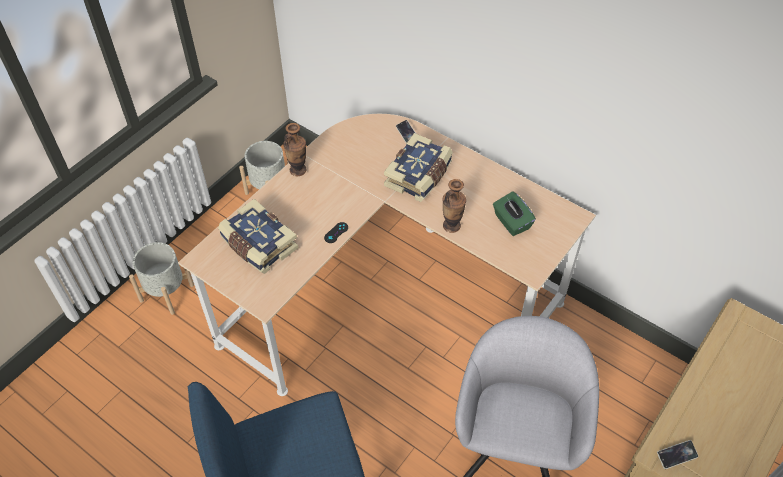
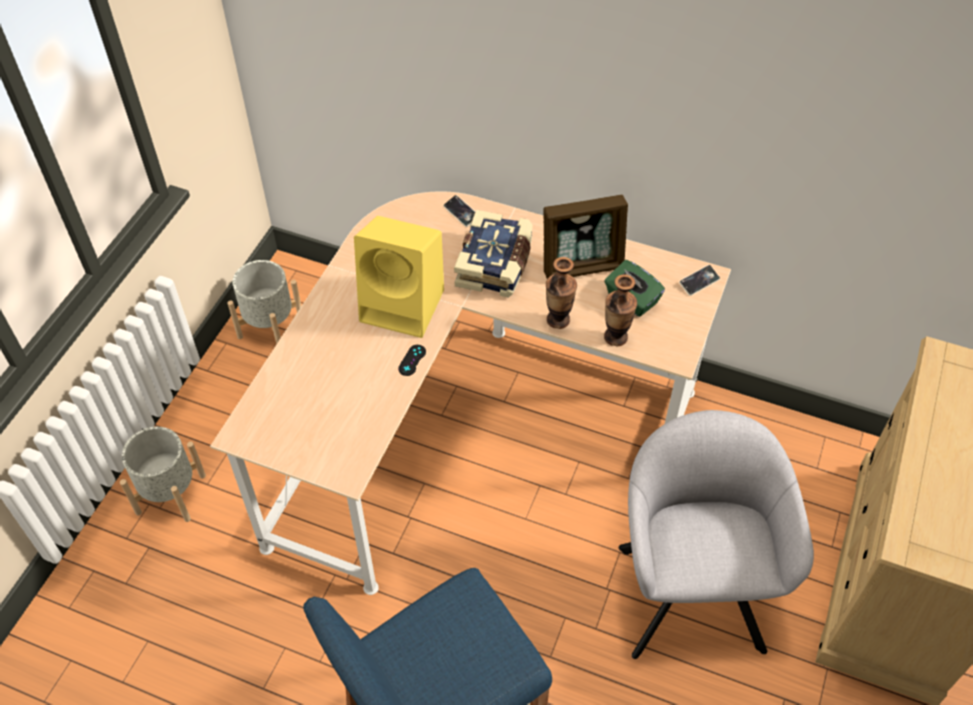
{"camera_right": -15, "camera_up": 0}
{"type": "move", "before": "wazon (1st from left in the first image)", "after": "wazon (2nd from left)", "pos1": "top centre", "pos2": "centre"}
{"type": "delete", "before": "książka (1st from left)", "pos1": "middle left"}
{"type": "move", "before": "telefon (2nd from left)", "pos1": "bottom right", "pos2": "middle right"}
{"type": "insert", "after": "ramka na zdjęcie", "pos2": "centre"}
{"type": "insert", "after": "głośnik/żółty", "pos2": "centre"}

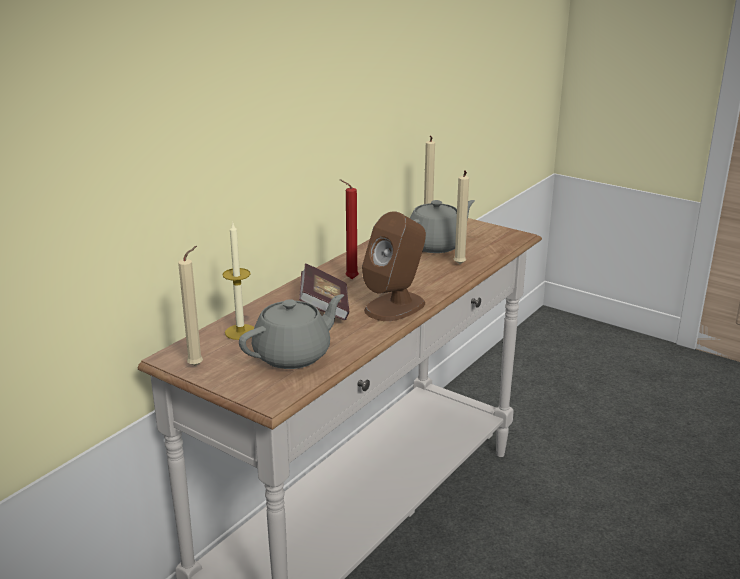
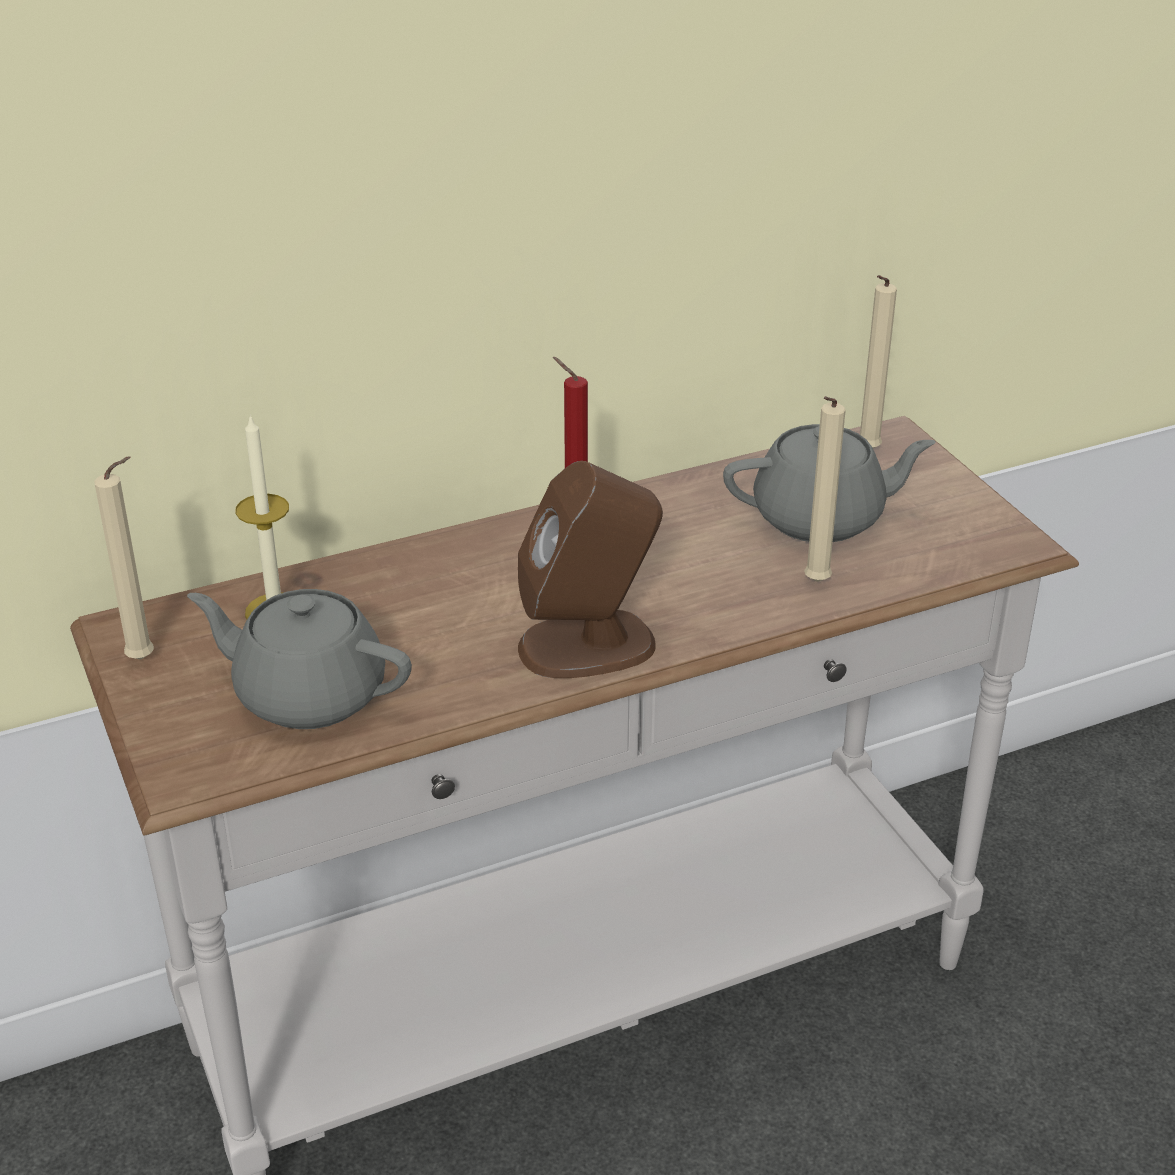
{"camera_right": 30, "camera_up": 10}
{"type": "delete", "before": "książka", "pos1": "centre"}
{"type": "rotate", "before": "imbryk/szary (1st from left)", "pos1": "centre", "pos2": "middle left", "turn": -150}

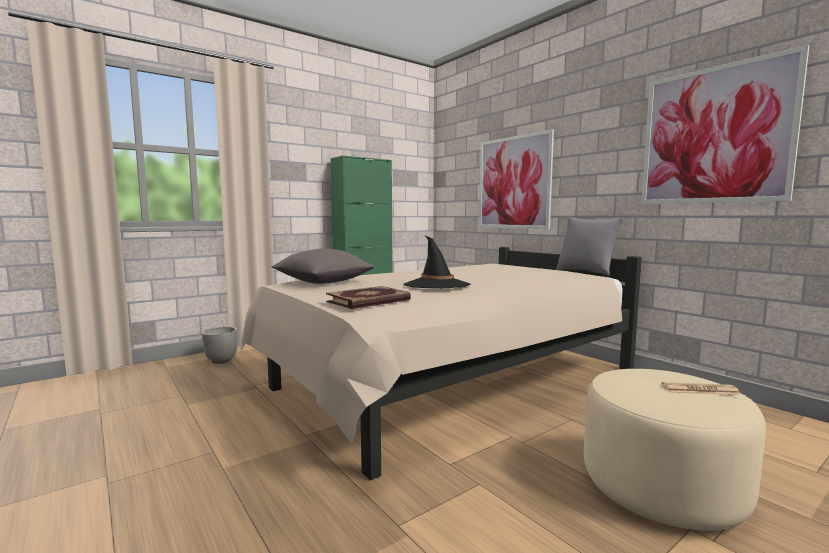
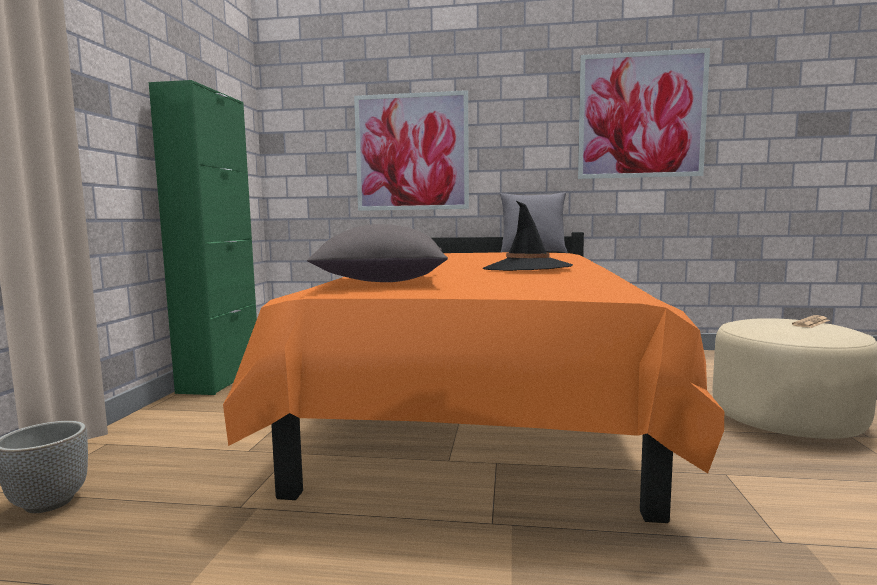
{"camera_right": -45, "camera_up": 0}
{"type": "recolor", "before": "łóżko/beżowy", "after": "łóżko/pomarańczowy", "pos1": "centre", "pos2": "centre"}
{"type": "delete", "before": "książka", "pos1": "centre"}

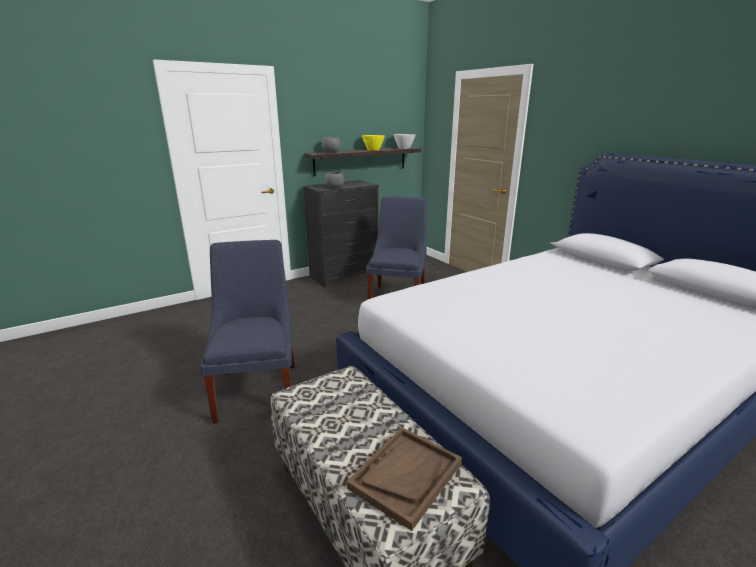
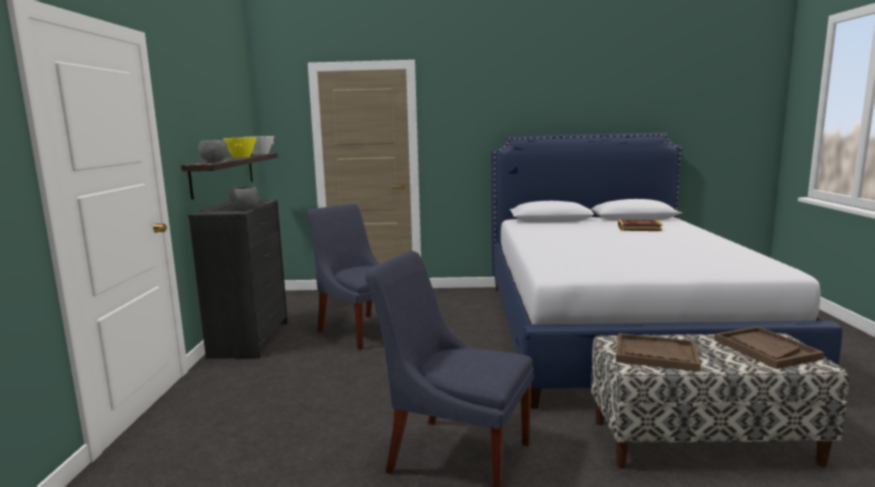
{"camera_right": -55, "camera_up": -10}
{"type": "insert", "after": "książka", "pos2": "middle right"}
{"type": "insert", "after": "taca/brązowy (1st from left)", "pos2": "bottom right"}

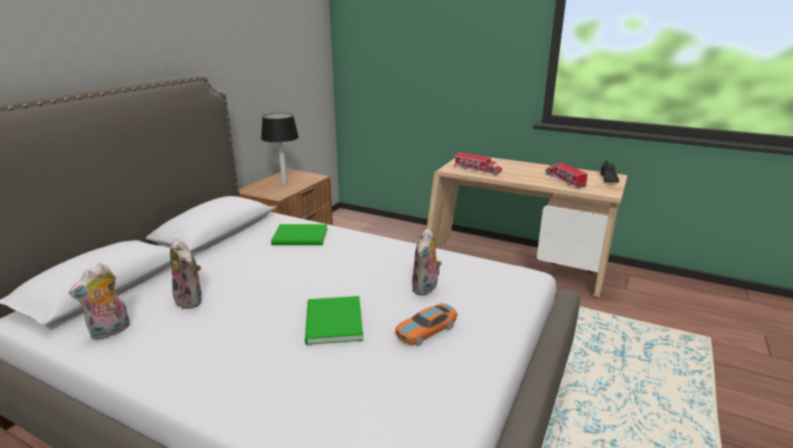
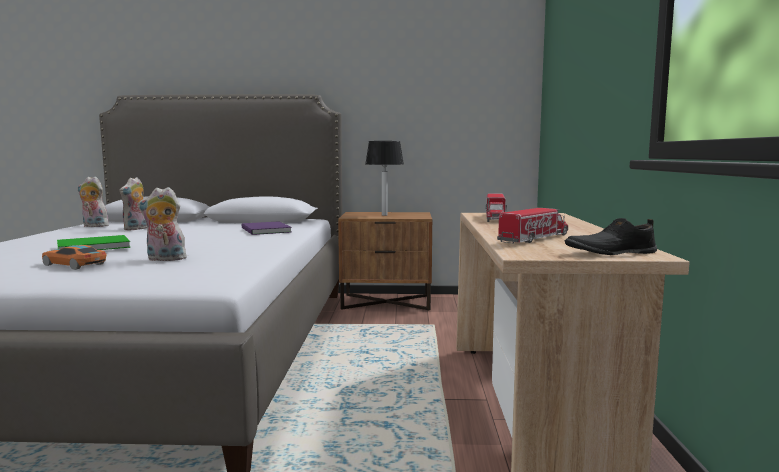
{"camera_right": 65, "camera_up": -15}
{"type": "recolor", "before": "książka/zielony (1st from left)", "after": "książka/fioletowy", "pos1": "centre", "pos2": "centre"}

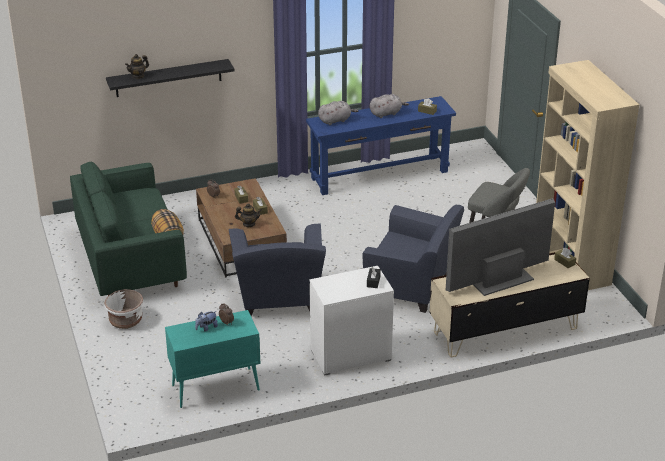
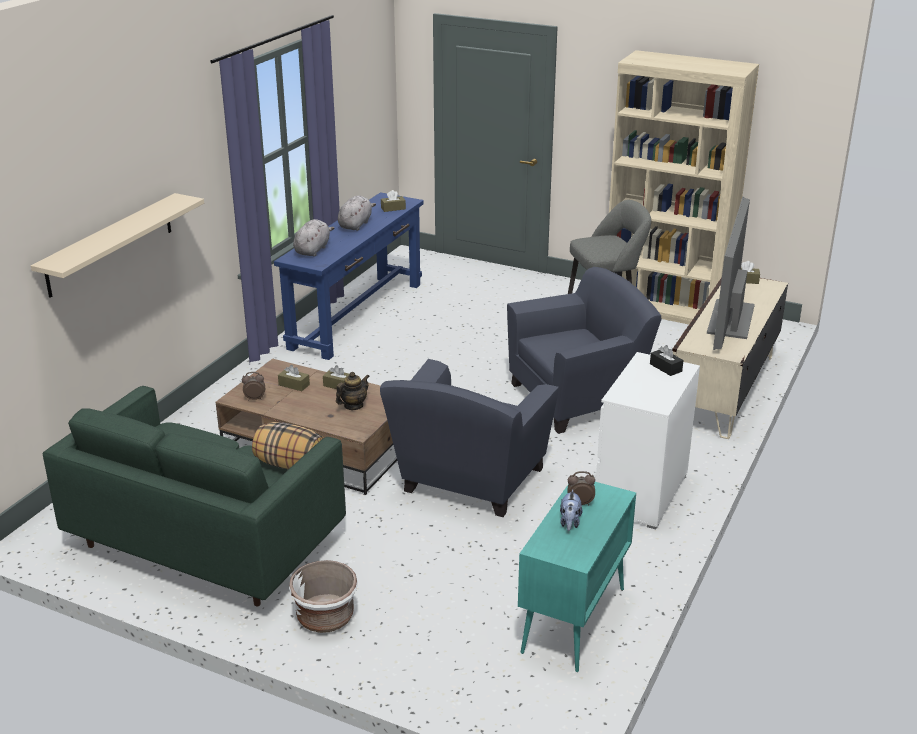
{"camera_right": -45, "camera_up": -5}
{"type": "delete", "before": "imbryk (1st from left)", "pos1": "top left"}
{"type": "recolor", "before": "półka/czarny", "after": "półka/beżowy", "pos1": "top left", "pos2": "middle left"}
{"type": "rotate", "before": "fotel/niebieski (1st from left)", "pos1": "centre", "pos2": "centre", "turn": 75}

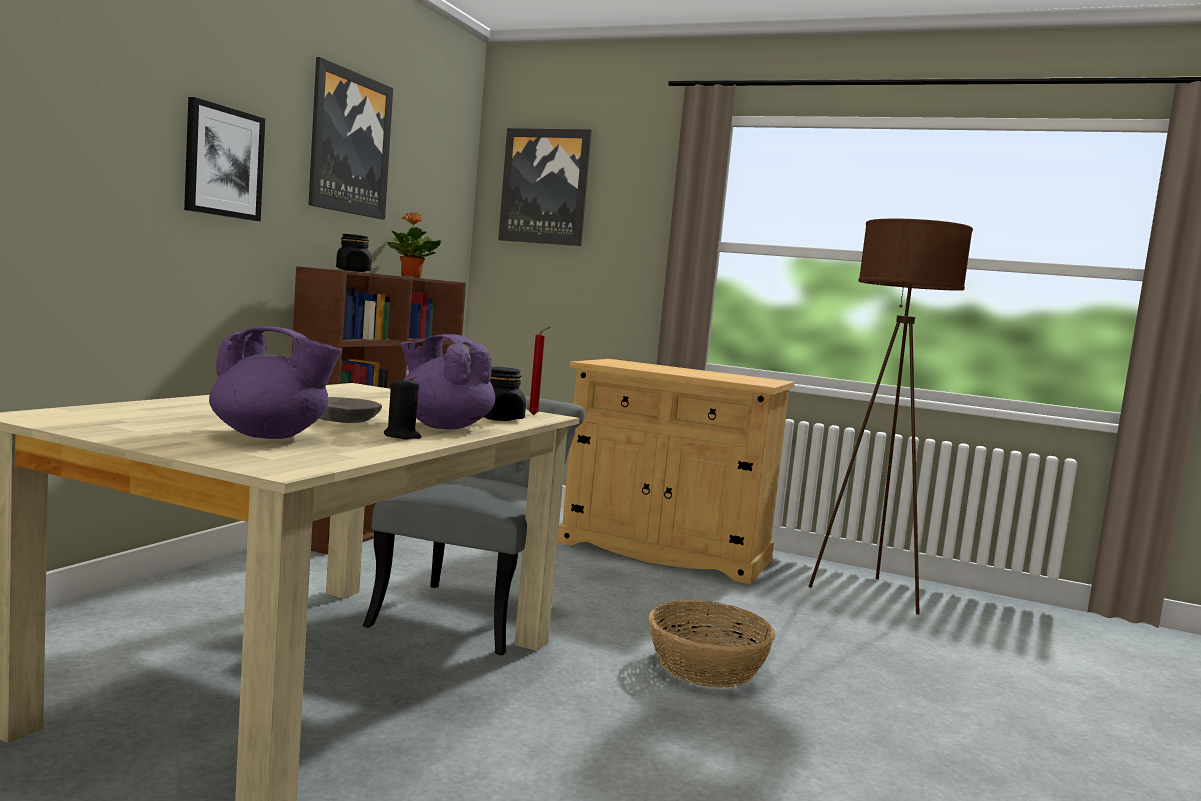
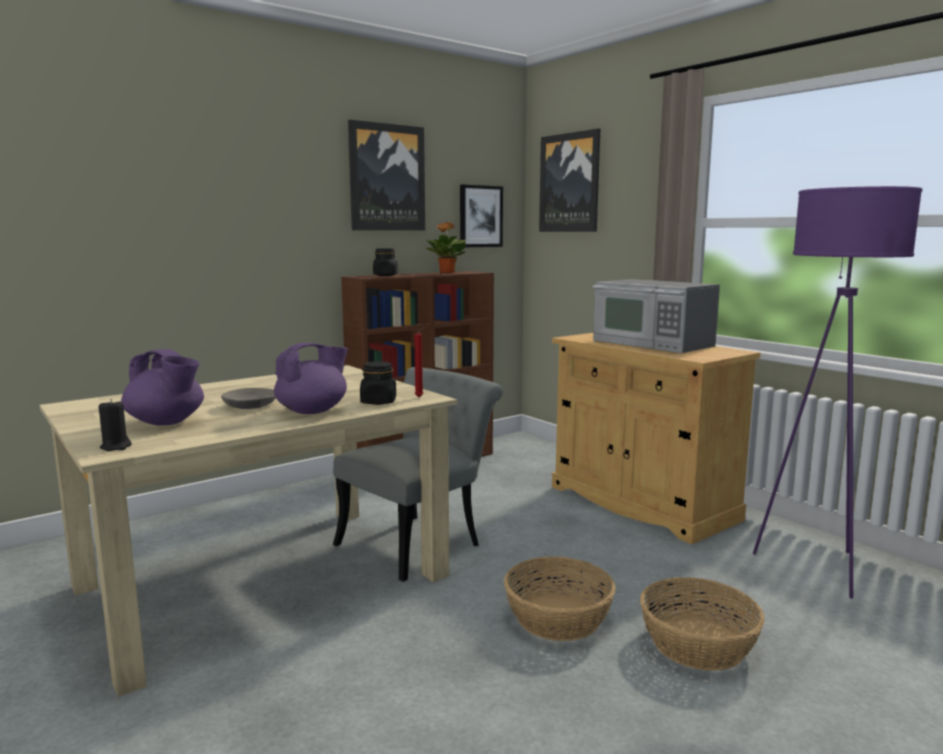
{"camera_right": 30, "camera_up": 5}
{"type": "move", "before": "obraz (1st from left in the first image)", "after": "obraz (2nd from left)", "pos1": "top left", "pos2": "top centre"}
{"type": "recolor", "before": "lampa stojąca/brązowy", "after": "lampa stojąca/fioletowy", "pos1": "middle right", "pos2": "middle right"}
{"type": "rotate", "before": "imbryk/fioletowy (2nd from left)", "pos1": "centre", "pos2": "middle left", "turn": 75}
{"type": "move", "before": "świeca/czarny", "pos1": "centre", "pos2": "middle left"}
{"type": "insert", "after": "mikrofalówka", "pos2": "middle right"}
{"type": "insert", "after": "koszyk (2nd from left)", "pos2": "bottom right"}

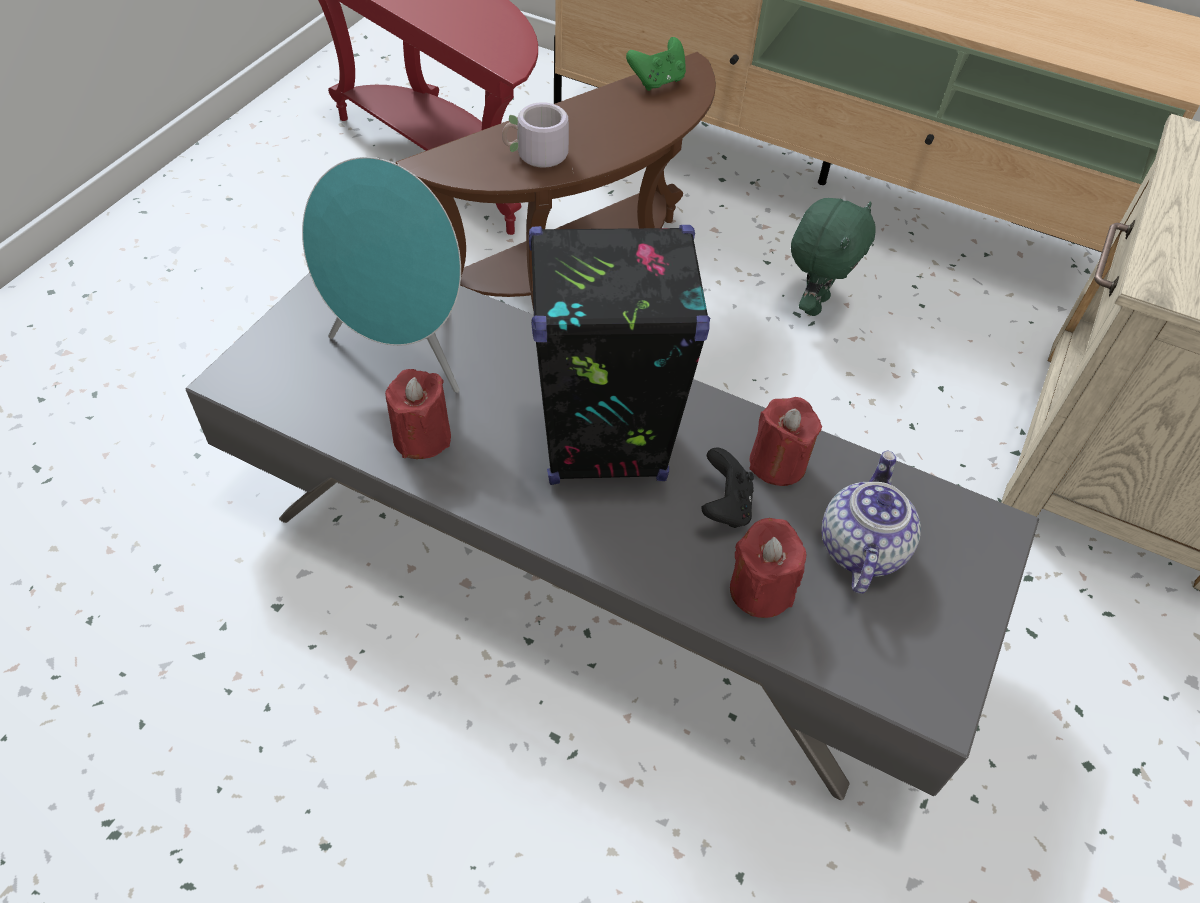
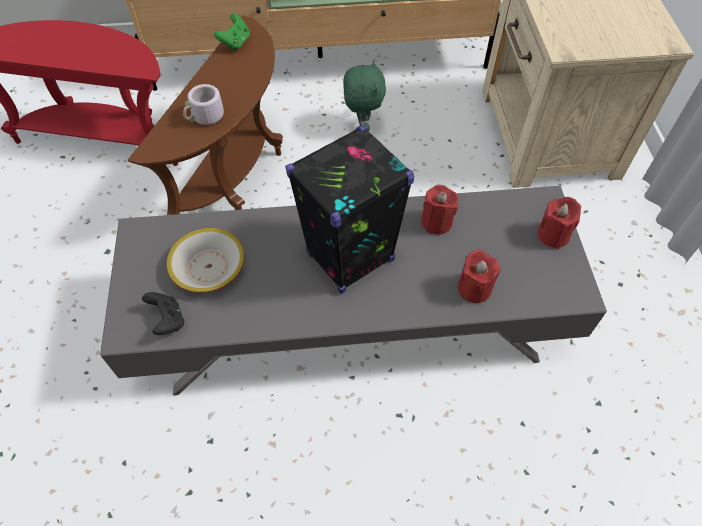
{"camera_right": -30, "camera_up": 5}
{"type": "replace", "before": "głośnik/turkusowy", "after": "miska", "pos1": "top left", "pos2": "middle left"}
{"type": "move", "before": "świeca/czerwony (1st from left in the first image)", "after": "świeca/czerwony (3rd from left)", "pos1": "centre", "pos2": "middle right"}
{"type": "move", "before": "pad do gier/czarny", "pos1": "centre", "pos2": "middle left"}
{"type": "delete", "before": "imbryk", "pos1": "middle right"}

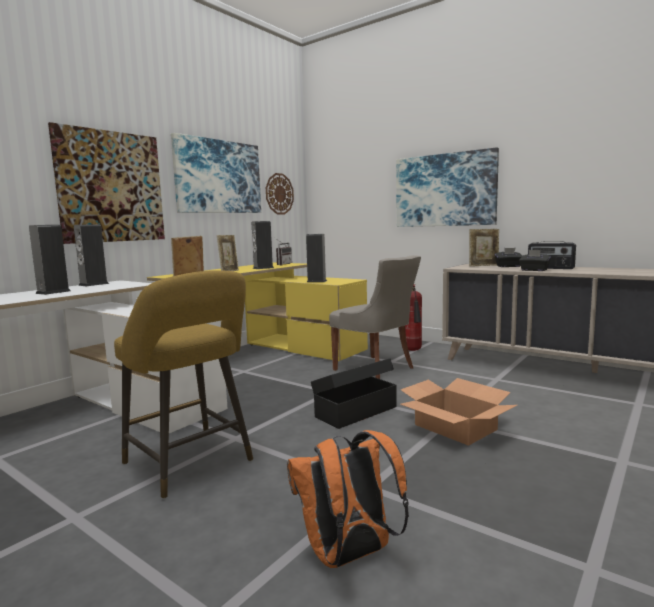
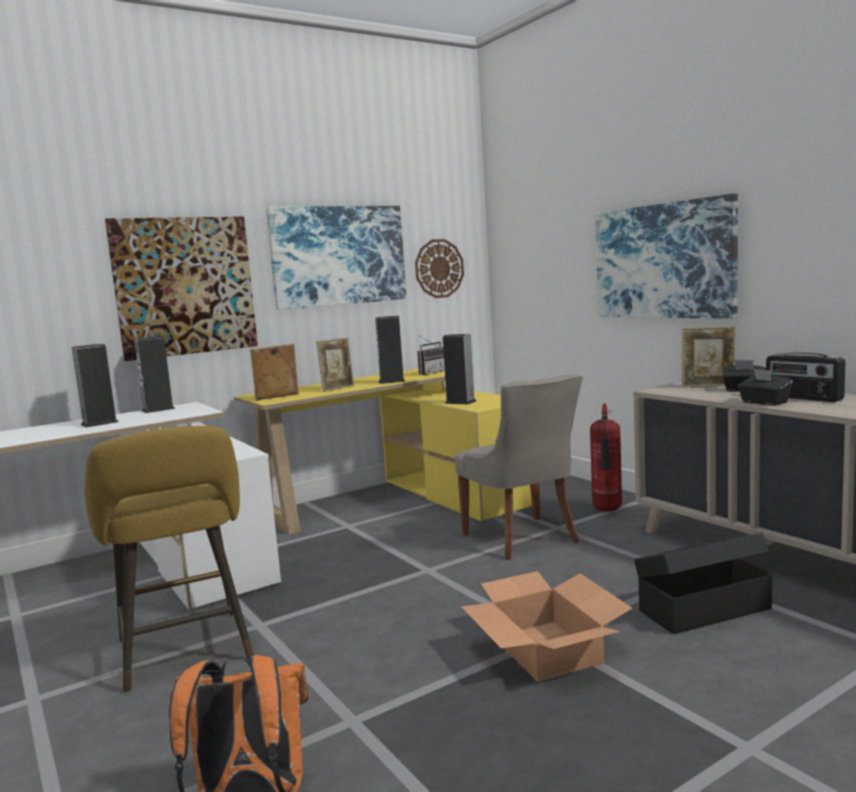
{"camera_right": 20, "camera_up": 0}
{"type": "move", "before": "pojemnik do przechowywania/czarny", "pos1": "centre", "pos2": "bottom right"}

